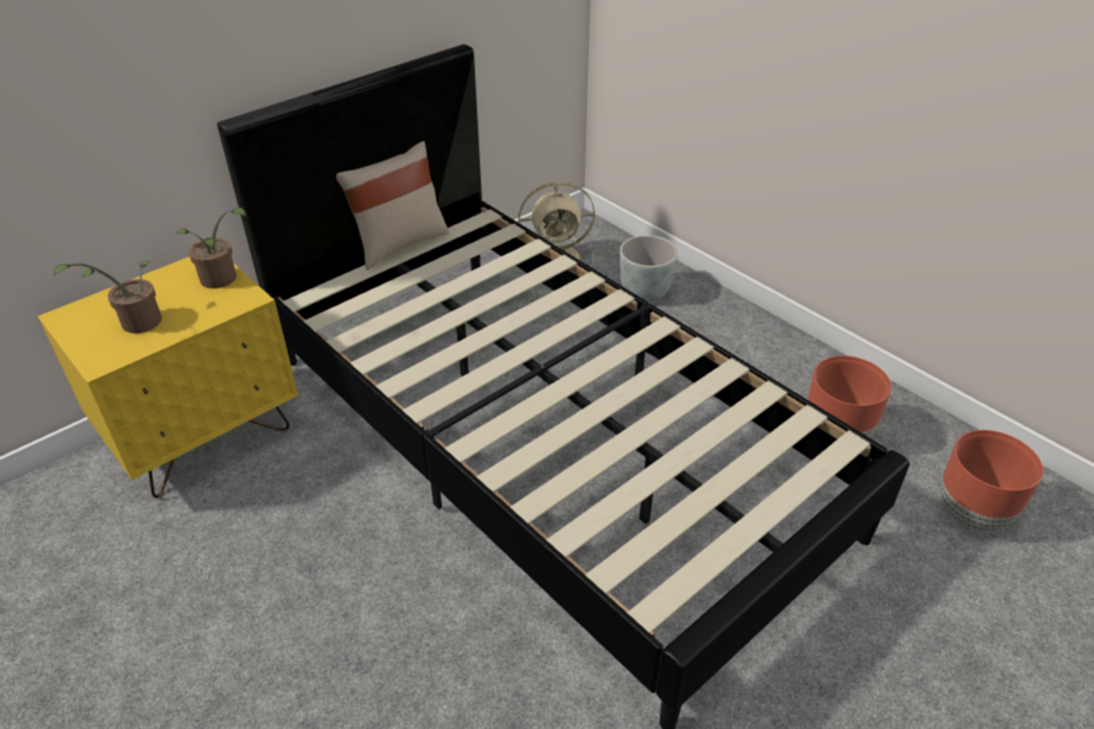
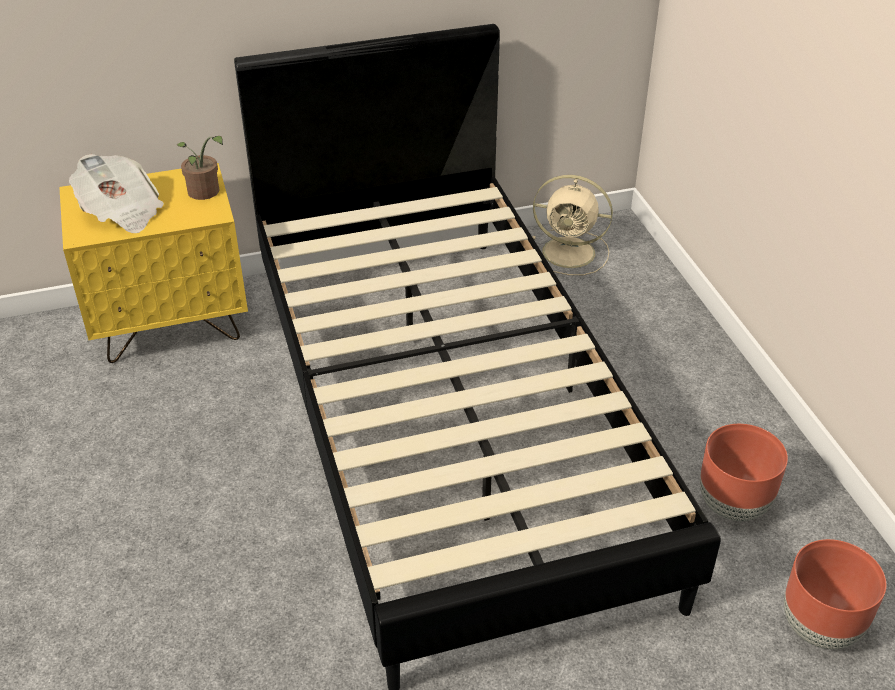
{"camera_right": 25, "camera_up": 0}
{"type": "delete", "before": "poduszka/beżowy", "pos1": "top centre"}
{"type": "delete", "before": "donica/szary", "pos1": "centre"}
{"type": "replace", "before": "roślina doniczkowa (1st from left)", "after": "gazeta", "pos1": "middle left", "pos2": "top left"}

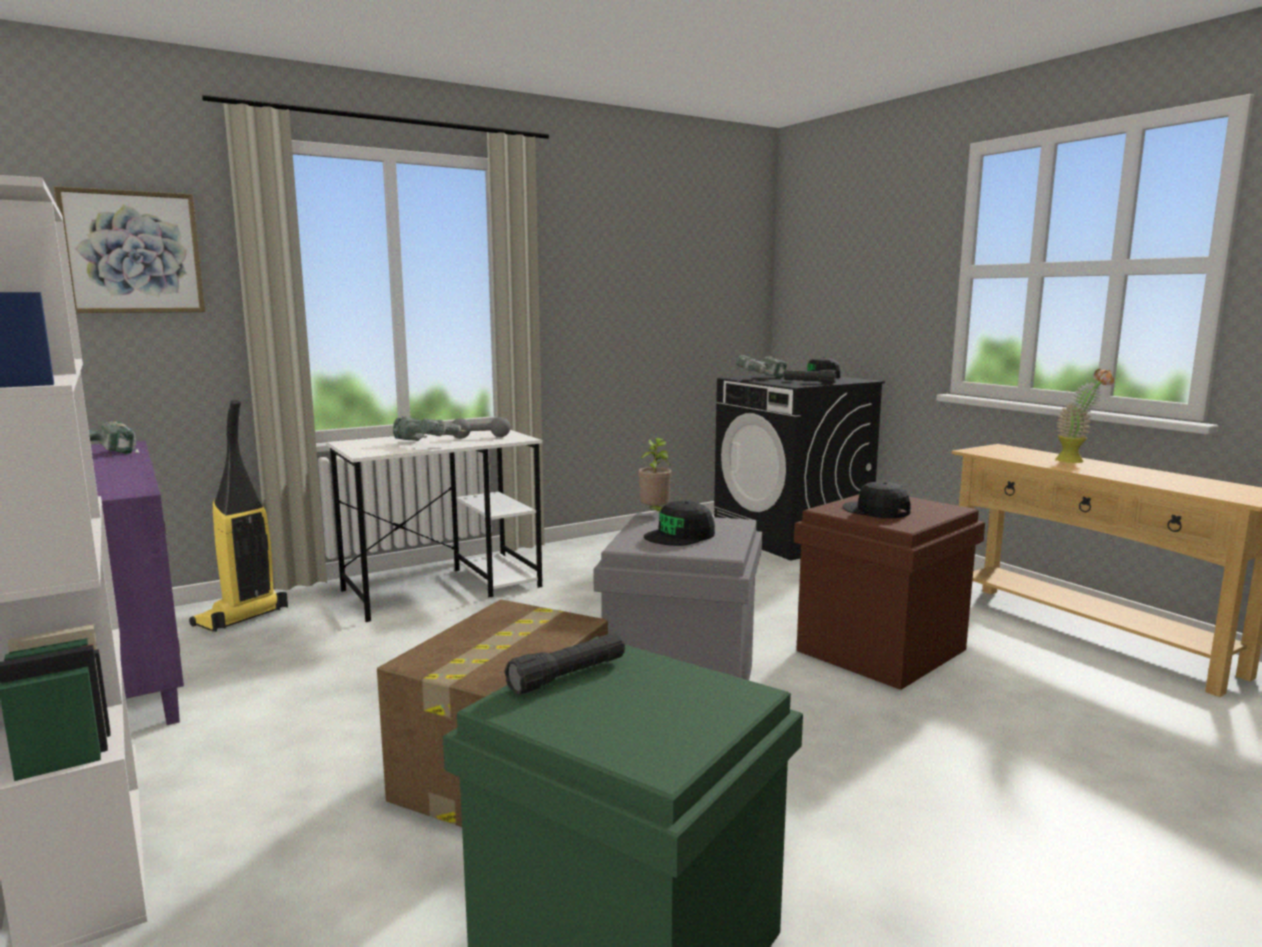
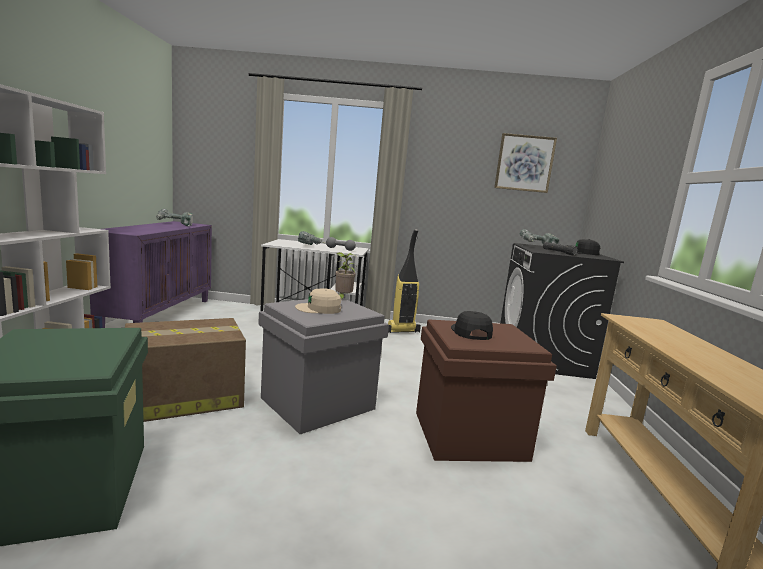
{"camera_right": 35, "camera_up": 0}
{"type": "move", "before": "obraz", "pos1": "top left", "pos2": "top right"}
{"type": "delete", "before": "roślina doniczkowa (2nd from left)", "pos1": "middle right"}
{"type": "move", "before": "odkurzacz", "pos1": "middle left", "pos2": "centre"}
{"type": "recolor", "before": "czapka z daszkiem/czarny (1st from left)", "after": "czapka z daszkiem/beżowy", "pos1": "centre", "pos2": "centre"}
{"type": "delete", "before": "latarka/czarny (1st from left)", "pos1": "bottom centre"}

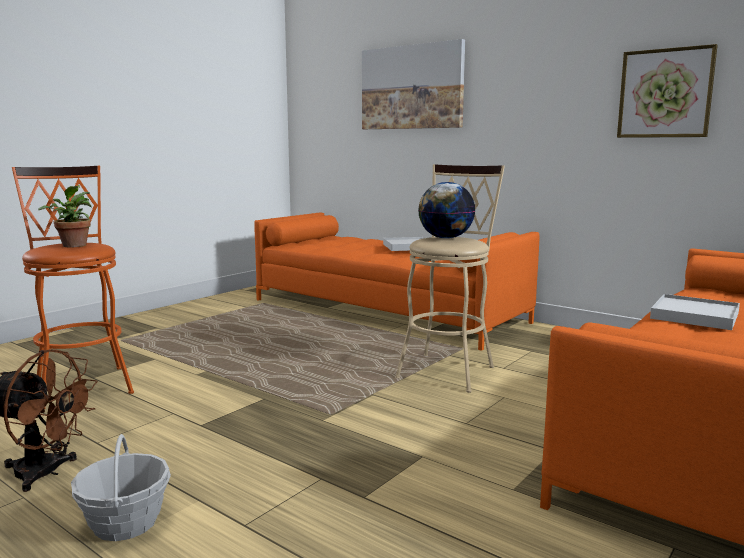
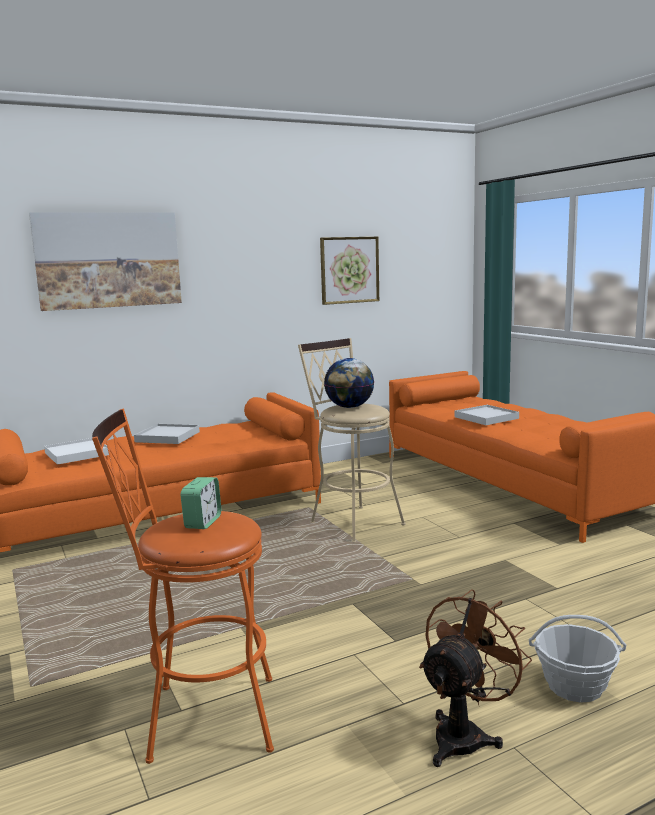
{"camera_right": -65, "camera_up": 0}
{"type": "replace", "before": "roślina doniczkowa", "after": "budzik", "pos1": "middle left", "pos2": "middle left"}
{"type": "insert", "after": "taca/biały (1st from left)", "pos2": "middle left"}

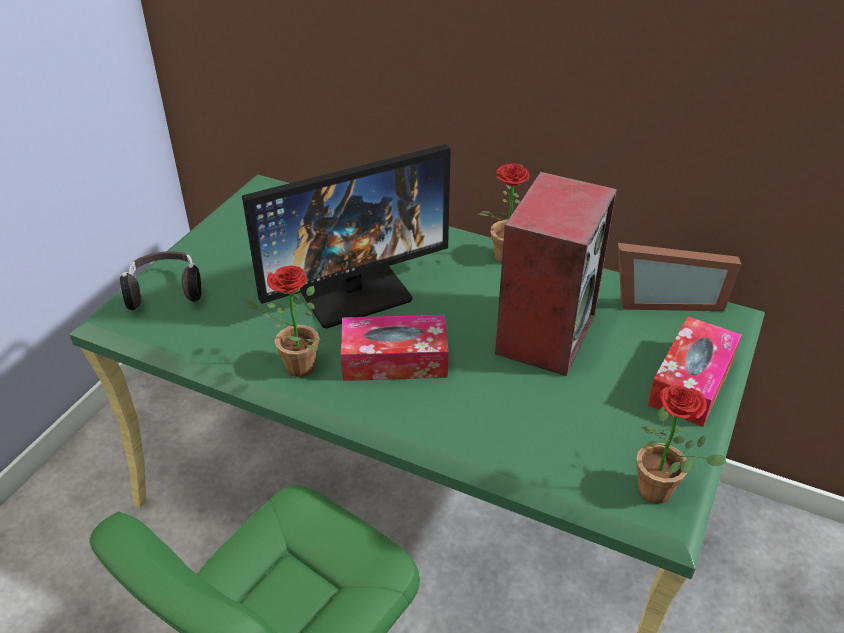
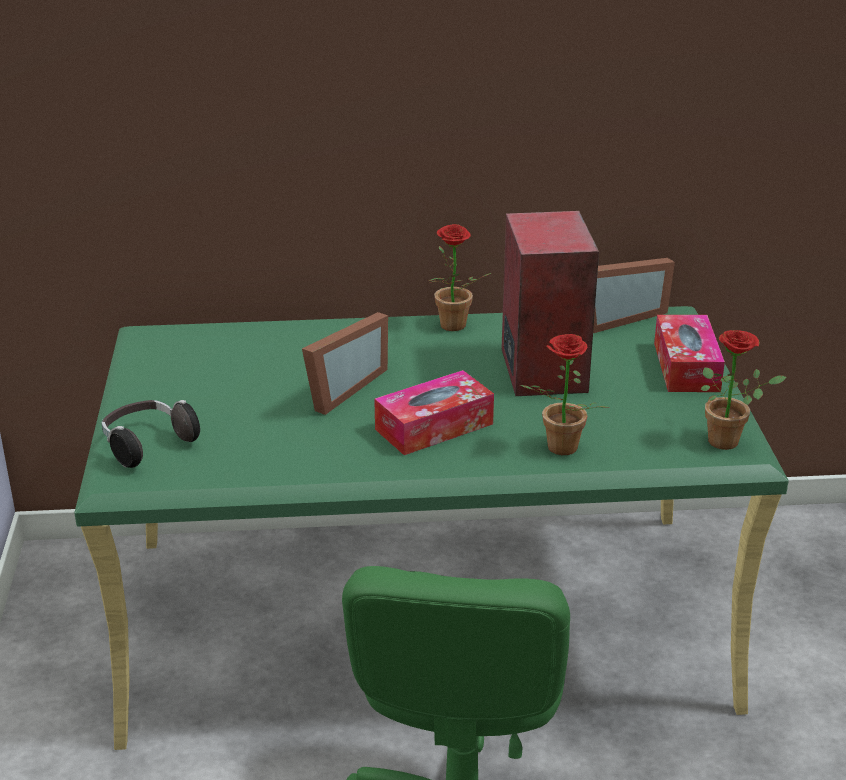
{"camera_right": -30, "camera_up": -10}
{"type": "replace", "before": "monitor", "after": "ramka na zdjęcie (1st from left)", "pos1": "centre", "pos2": "centre"}
{"type": "move", "before": "roślina doniczkowa (1st from left in the first image)", "after": "roślina doniczkowa (2nd from left)", "pos1": "middle left", "pos2": "middle right"}

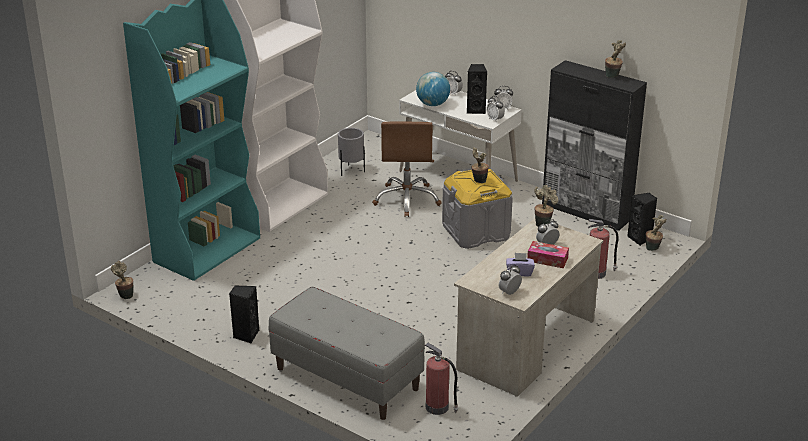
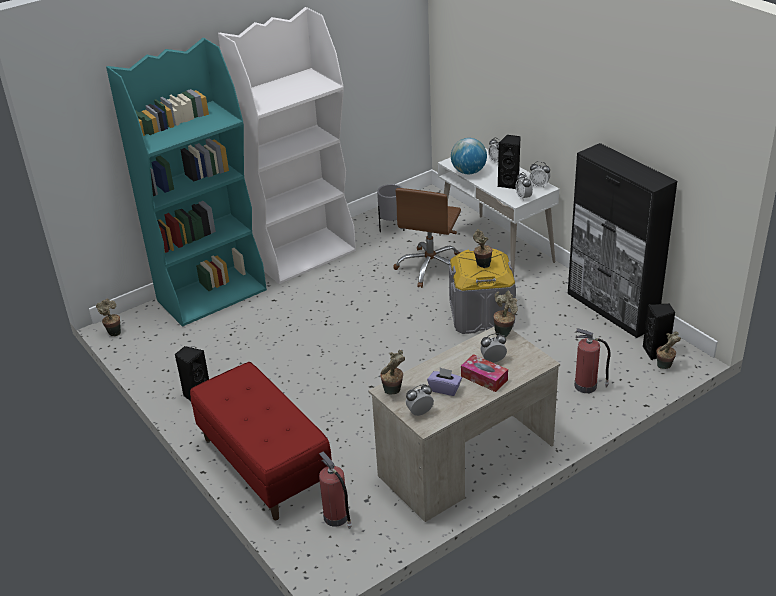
{"camera_right": 20, "camera_up": 5}
{"type": "move", "before": "roślina doniczkowa (4th from left in the first image)", "after": "roślina doniczkowa (2nd from left)", "pos1": "top right", "pos2": "centre"}
{"type": "recolor", "before": "ławka/szary", "after": "ławka/czerwony", "pos1": "bottom centre", "pos2": "bottom centre"}

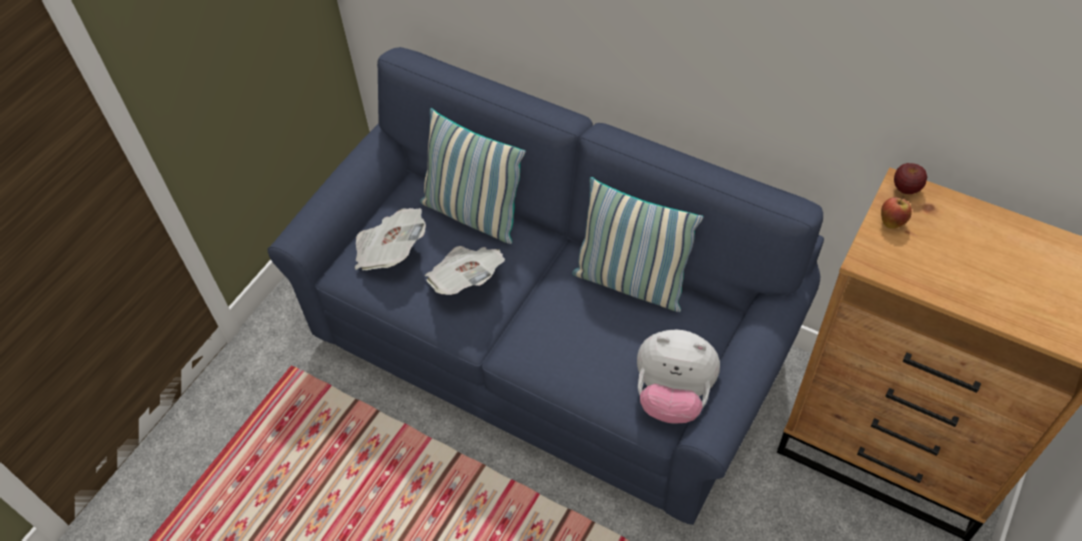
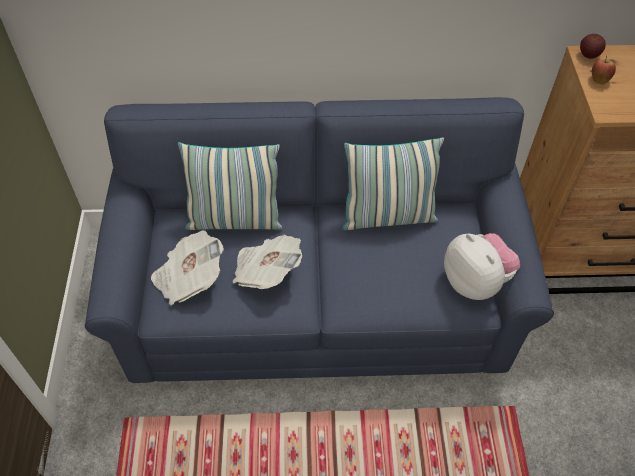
{"camera_right": -35, "camera_up": 0}
{"type": "rotate", "before": "pluszak", "pos1": "bottom centre", "pos2": "middle right", "turn": -105}

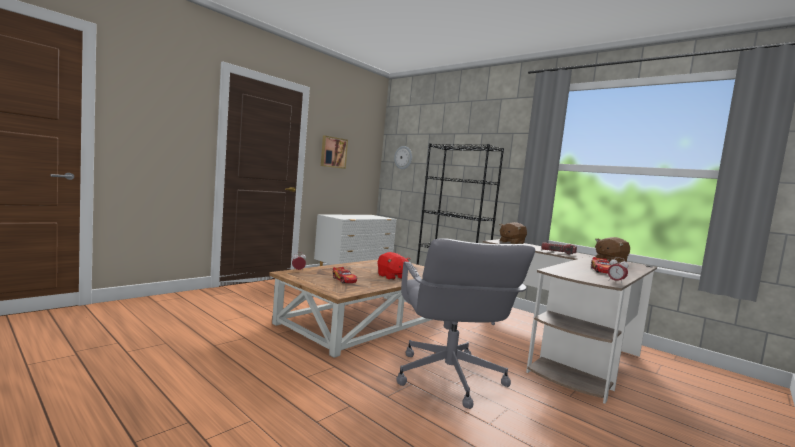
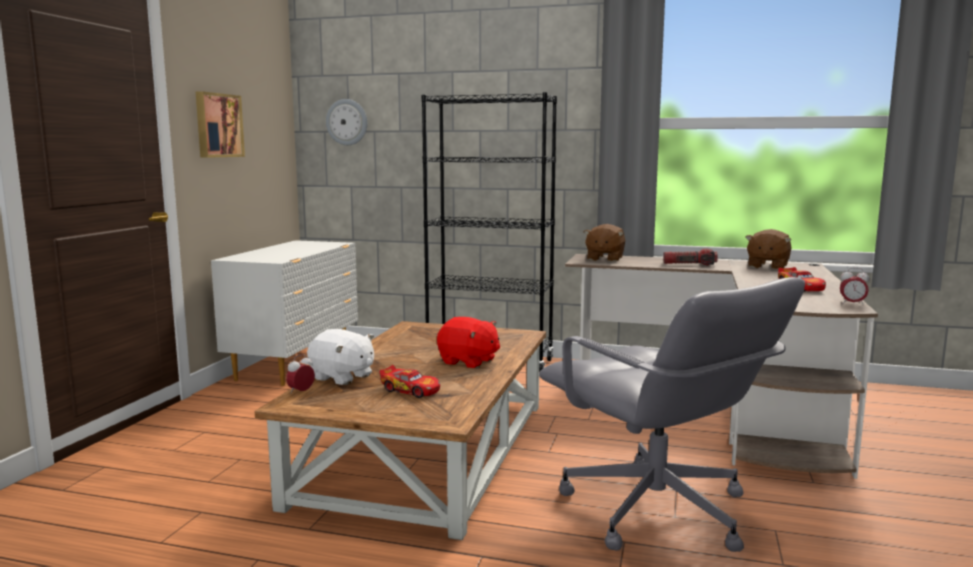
{"camera_right": -25, "camera_up": 5}
{"type": "insert", "after": "pluszak/biały", "pos2": "centre"}

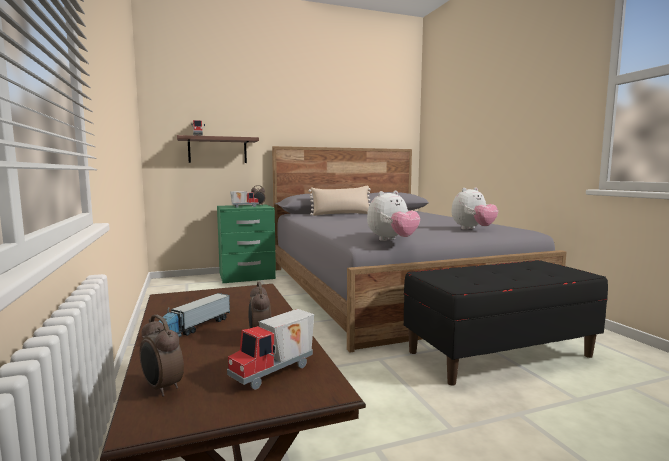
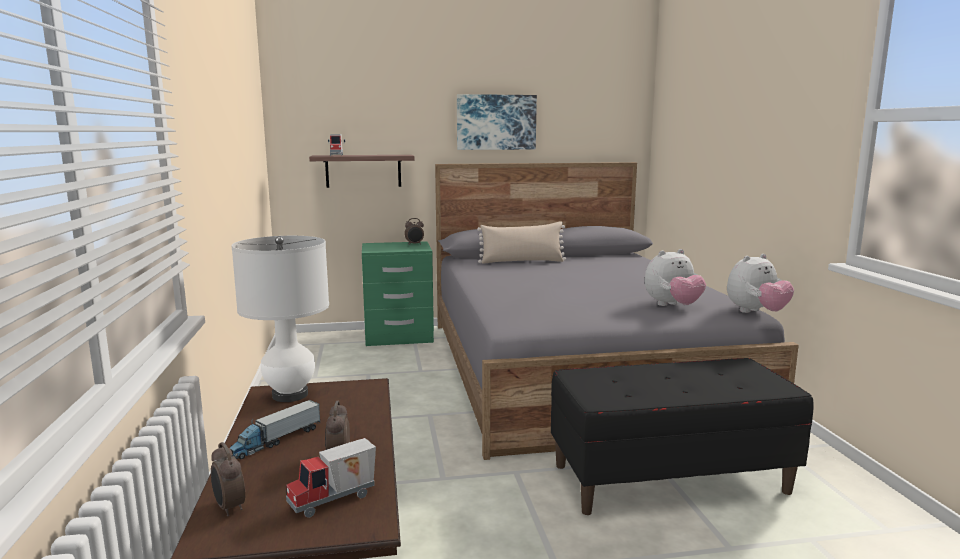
{"camera_right": 10, "camera_up": 5}
{"type": "delete", "before": "ciężarówka zabawkowa (3rd from left)", "pos1": "centre"}
{"type": "move", "before": "pluszak (1st from left in the first image)", "after": "pluszak (2nd from left)", "pos1": "centre", "pos2": "middle right"}
{"type": "insert", "after": "obraz", "pos2": "top centre"}
{"type": "insert", "after": "lampa stołowa/biały", "pos2": "middle left"}

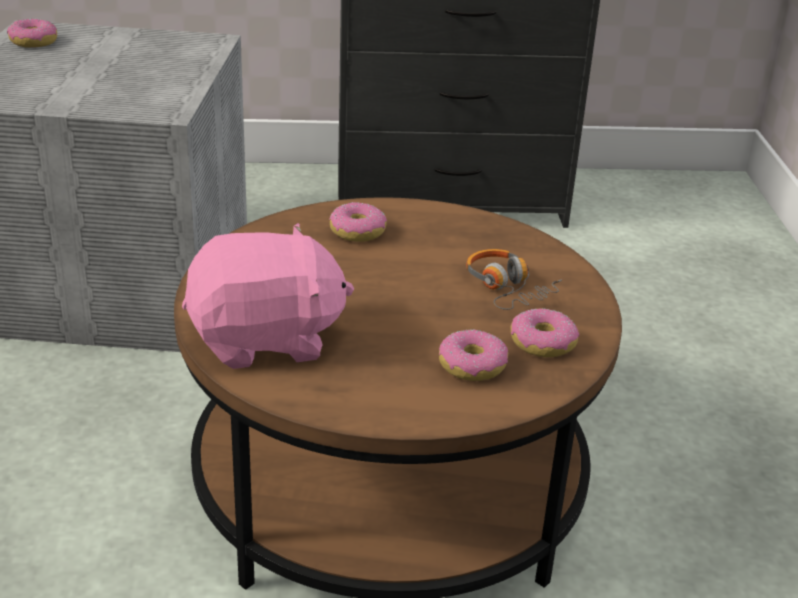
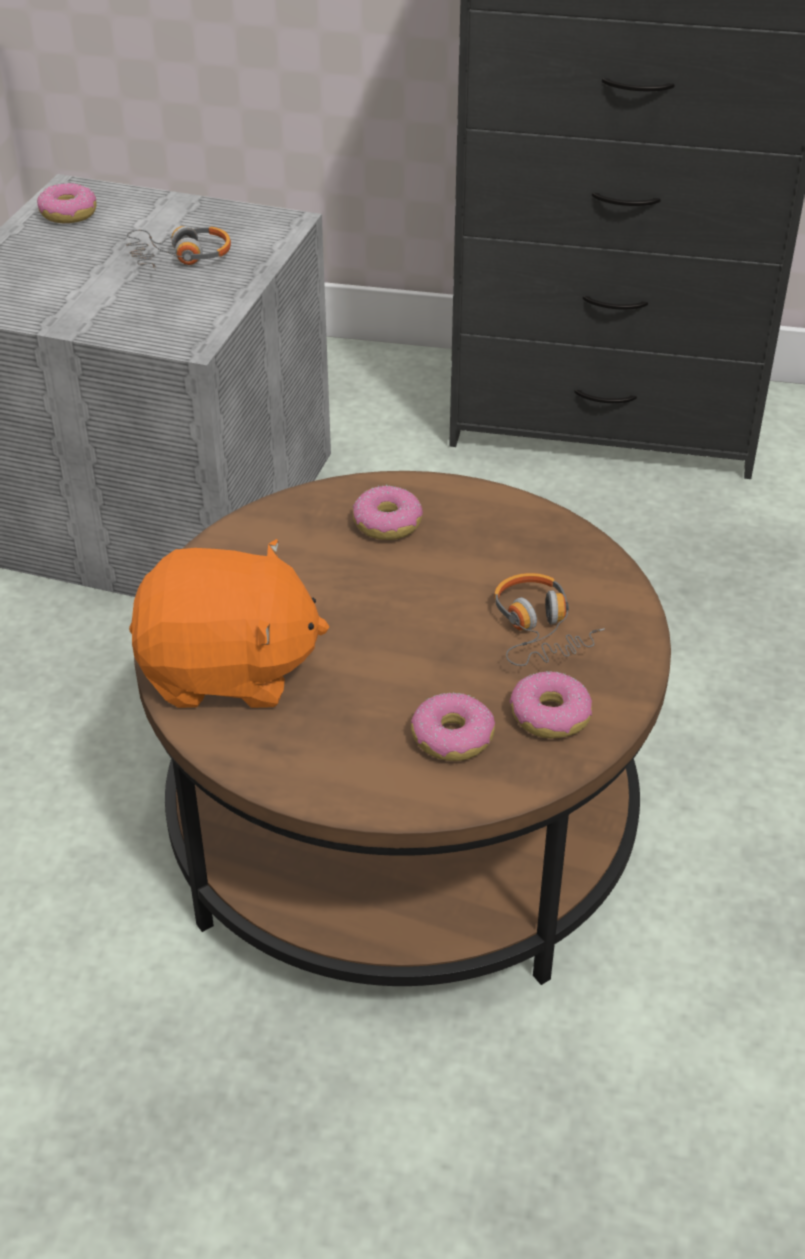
{"camera_right": 15, "camera_up": 10}
{"type": "recolor", "before": "pluszak/różowy", "after": "pluszak/pomarańczowy", "pos1": "centre", "pos2": "middle left"}
{"type": "insert", "after": "słuchawki (1st from left)", "pos2": "top left"}

